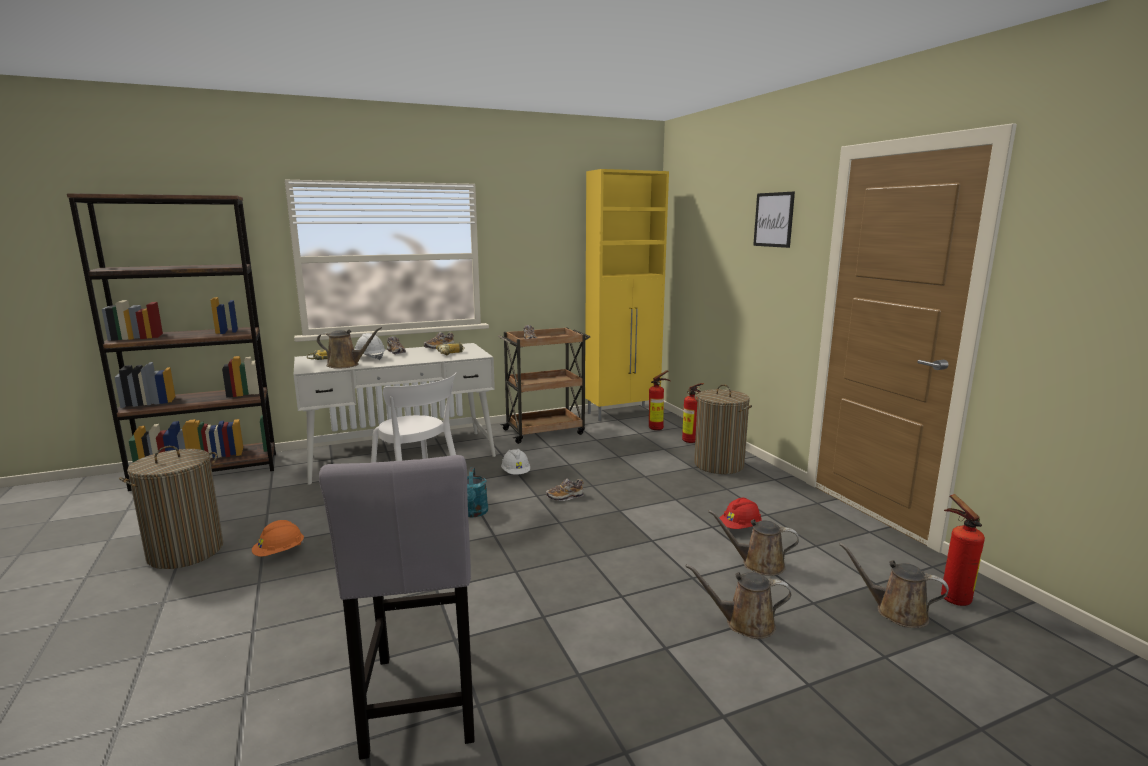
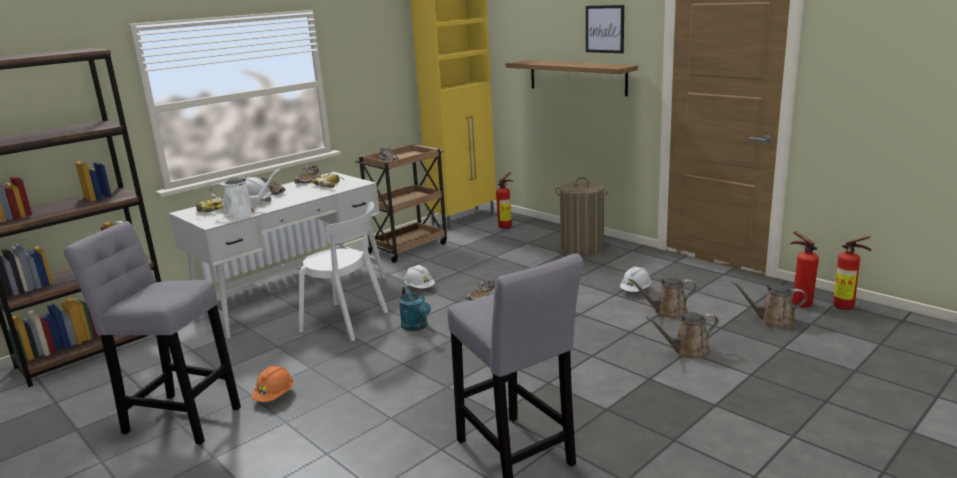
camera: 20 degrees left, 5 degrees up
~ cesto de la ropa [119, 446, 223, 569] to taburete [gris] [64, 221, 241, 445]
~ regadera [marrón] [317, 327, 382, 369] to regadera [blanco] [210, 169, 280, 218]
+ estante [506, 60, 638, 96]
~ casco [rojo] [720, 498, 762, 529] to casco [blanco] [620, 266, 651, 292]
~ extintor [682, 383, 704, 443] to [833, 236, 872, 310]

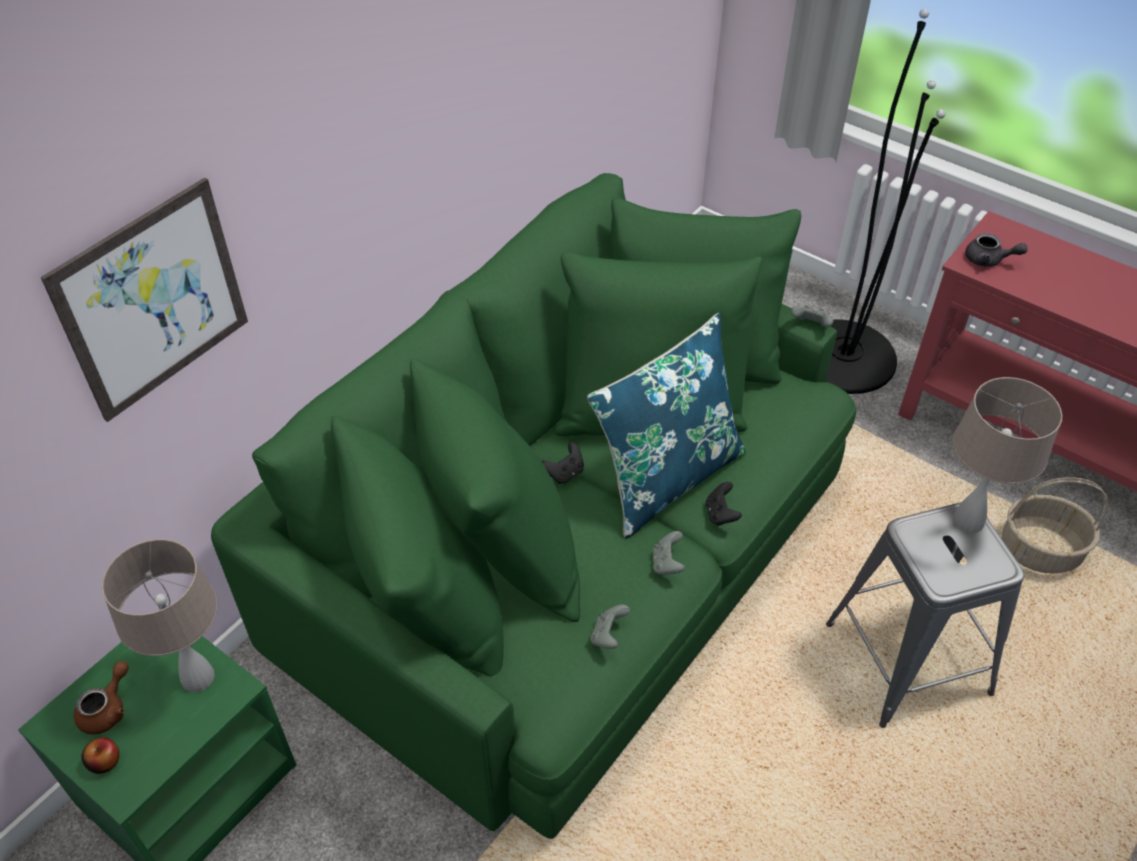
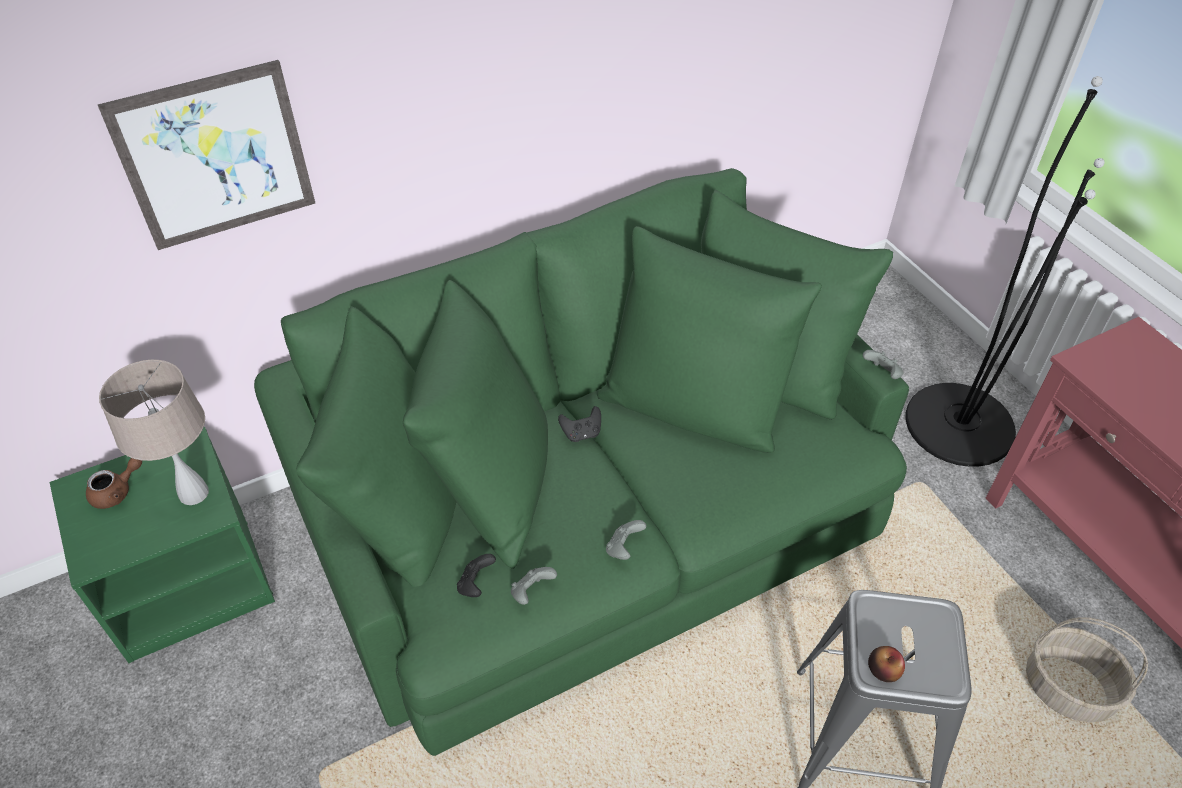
camera: 25 degrees right, 0 degrees up
~ mando de consola [negro] [705, 482, 742, 526] to [457, 554, 496, 597]
~ manzana [82, 737, 120, 774] to [868, 646, 905, 682]
- cojín [azul] [587, 313, 746, 539]
- lámpara de mesa [beis] [953, 377, 1062, 533]
- tetera [gris] [965, 233, 1028, 267]

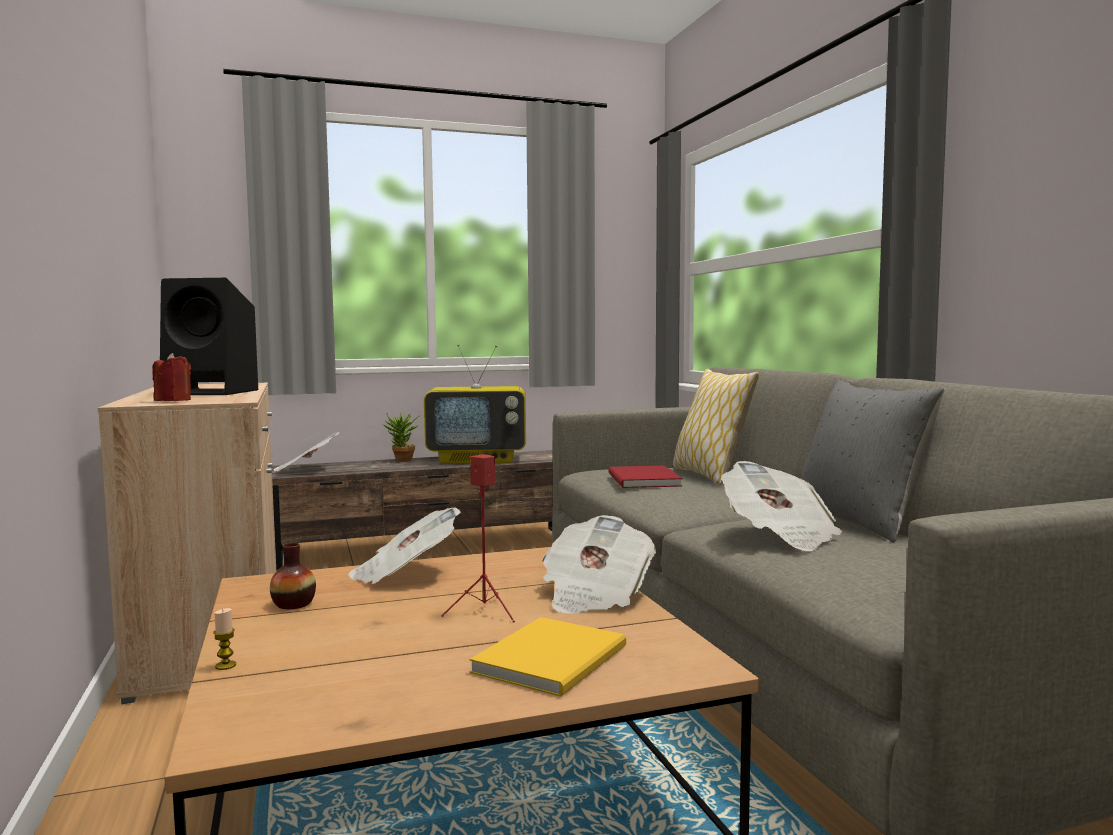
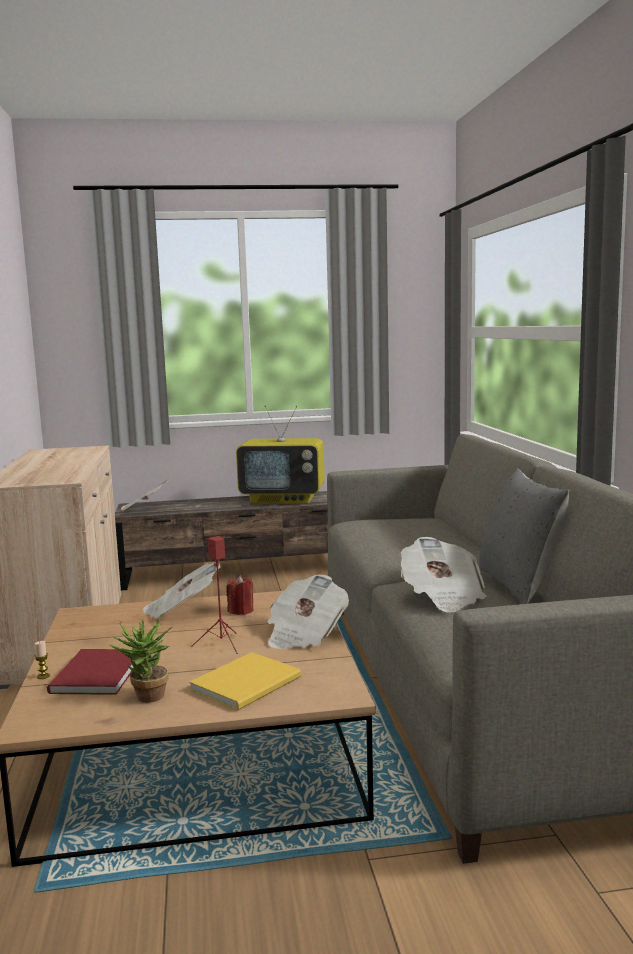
camera: 10 degrees right, 5 degrees up
~ libro [rojo] [608, 466, 682, 488] to [47, 649, 134, 695]
~ planta en maceta [383, 413, 419, 462] to [110, 616, 173, 703]
~ vela [rojo] [152, 353, 191, 401] to [227, 575, 254, 615]
- altavoz [negro] [160, 278, 258, 395]
- florero [270, 543, 316, 609]
- cojín [673, 369, 759, 485]

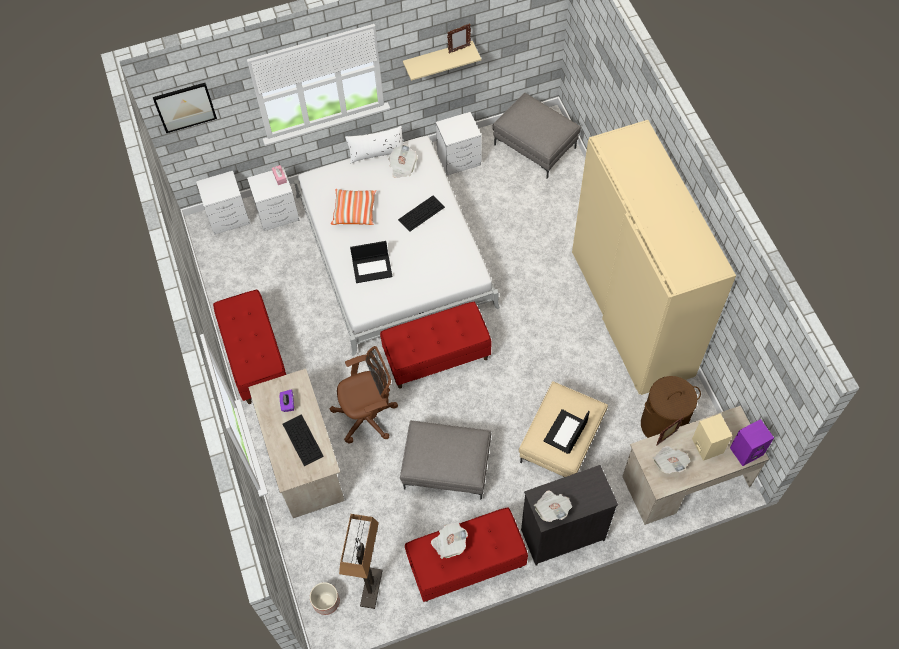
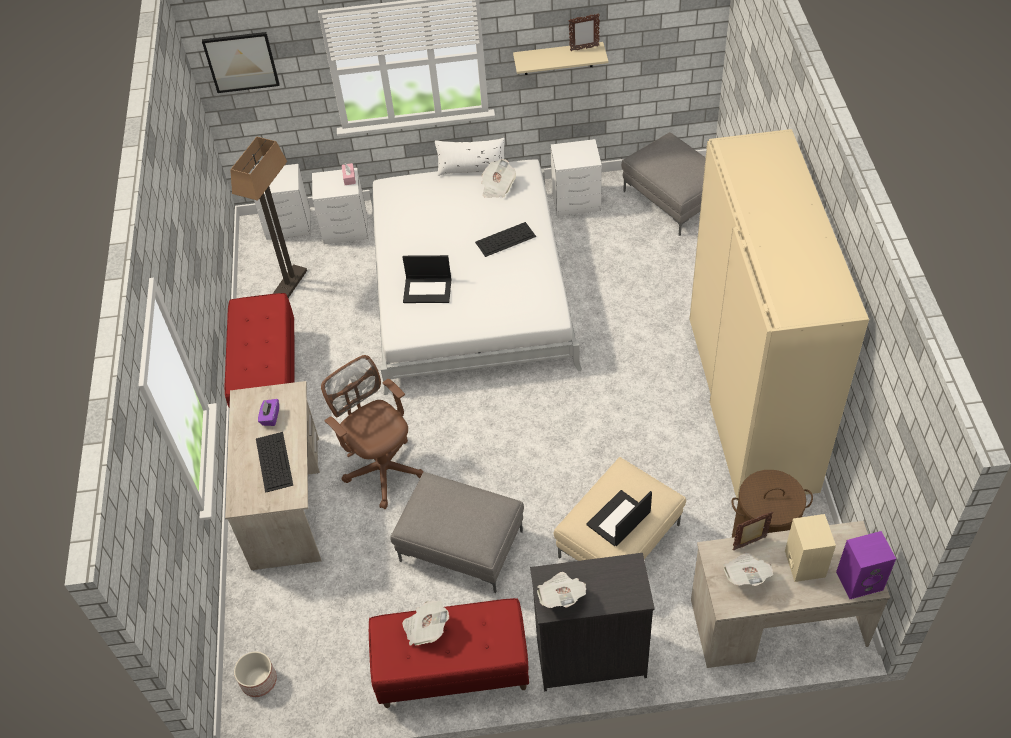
camera: 15 degrees right, 10 degrees down
~ lámpara de pie [339, 514, 382, 609] to [230, 137, 307, 298]
~ silla de oficina [marrón] [330, 346, 398, 443] = [321, 355, 424, 509] 120 degrees counterclockwise
- cojín [331, 189, 376, 225]
- banco [rojo] [380, 302, 492, 389]

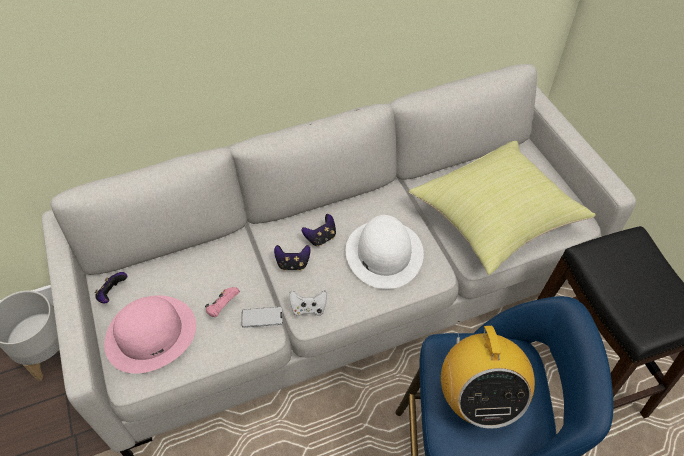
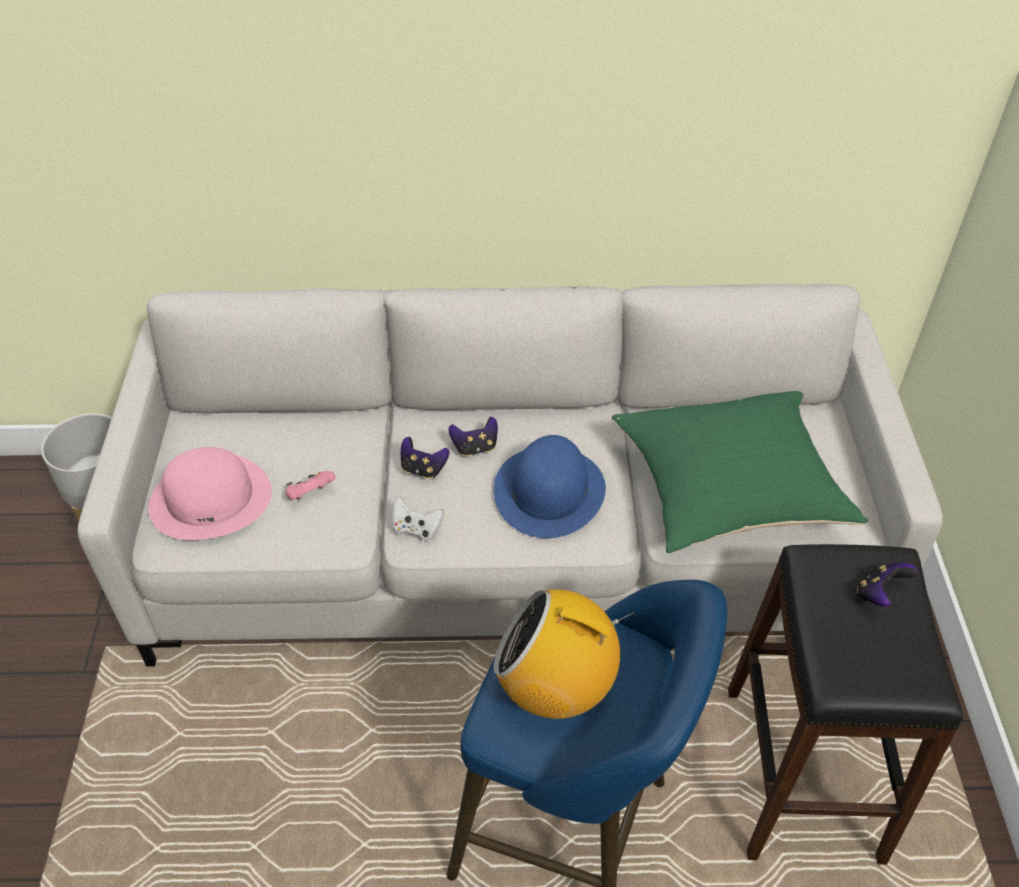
camera: 20 degrees right, 5 degrees down
~ sombrero [blanco] [346, 215, 424, 289] to sombrero [azul] [494, 435, 606, 538]
~ radio [441, 321, 535, 429] = [494, 589, 635, 719] 90 degrees clockwise
~ cojín [amarillo] [409, 141, 596, 275] to cojín [verde] [612, 391, 868, 554]
~ mando de consola [95, 272, 127, 304] to [857, 563, 918, 607]
- móvil [242, 307, 283, 328]

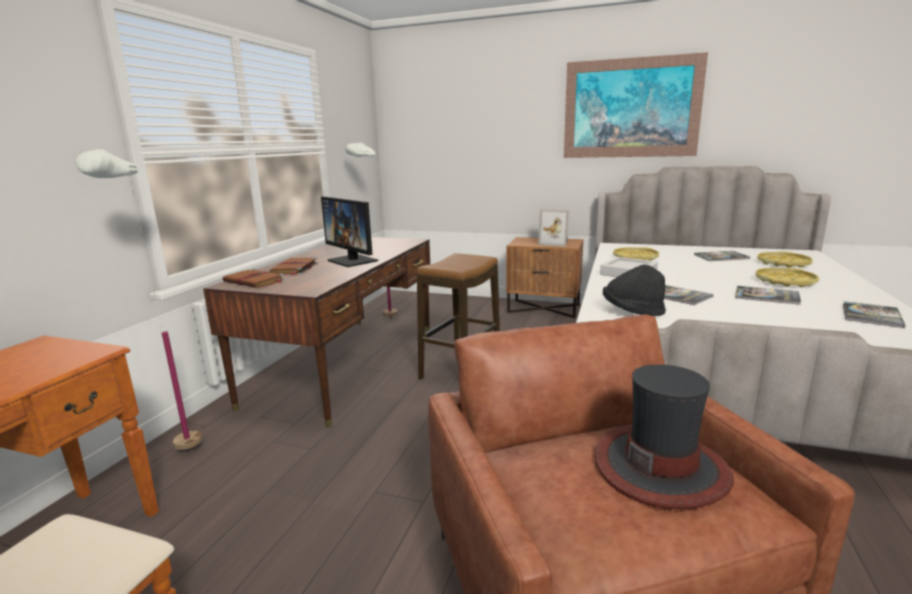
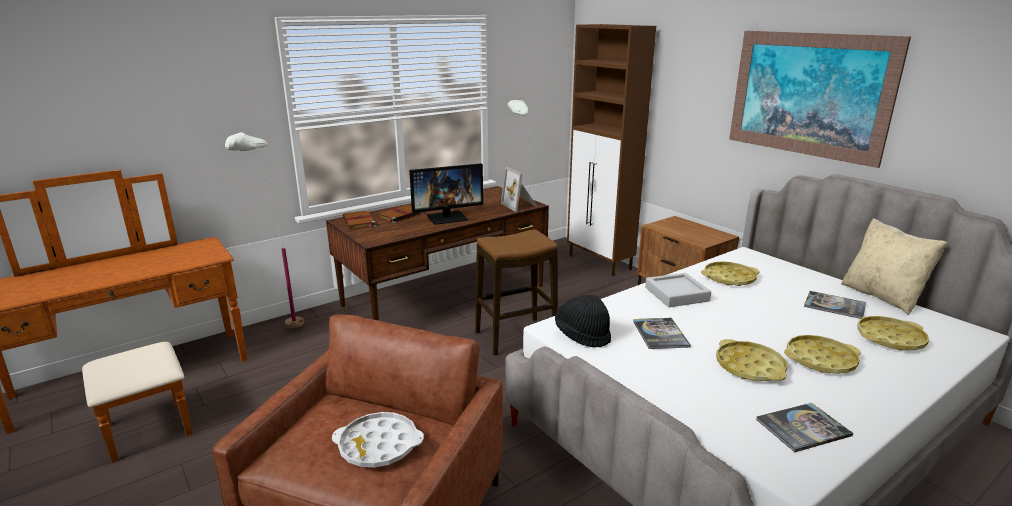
camera: 35 degrees right, 5 degrees up
~ sombrero [594, 364, 734, 509] to bandeja [blanco] [332, 412, 424, 468]
~ monitor [321, 196, 378, 267] = [409, 163, 483, 225] 105 degrees counterclockwise
~ portarretratos [538, 209, 569, 247] to [501, 167, 538, 212]
+ armario [marrón] [567, 24, 656, 276]
~ libro [735, 286, 801, 305] to bandeja [amarillo] [716, 339, 788, 381]
+ cojín [beis] [841, 218, 947, 315]

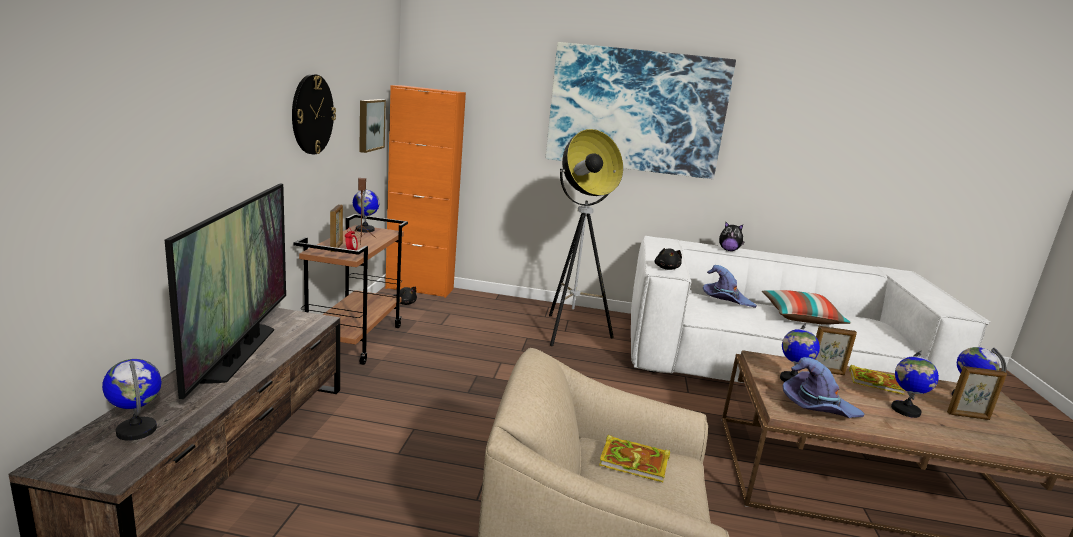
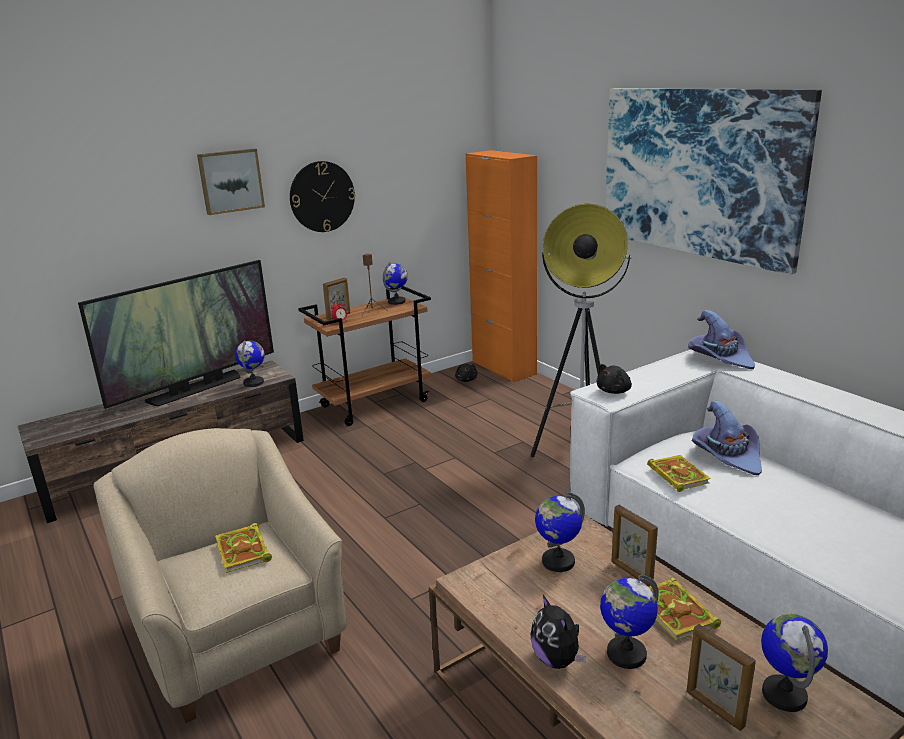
camera: 50 degrees right, 5 degrees up
~ cuadro [359, 99, 386, 153] to [197, 149, 265, 215]
~ globo terráqueo [102, 359, 162, 441] to [235, 340, 265, 387]
~ peluche [719, 222, 745, 251] to [531, 595, 586, 669]
+ libro [647, 455, 711, 492]
~ sombrero [morado] [782, 357, 864, 418] to [688, 310, 755, 369]
- cojín [762, 290, 851, 325]

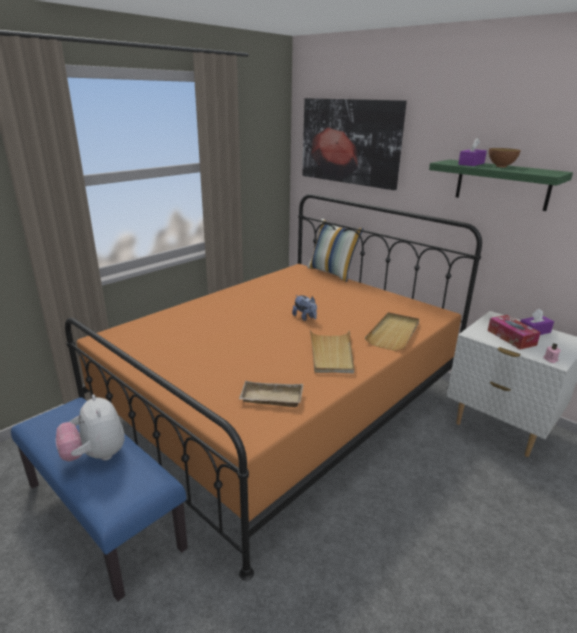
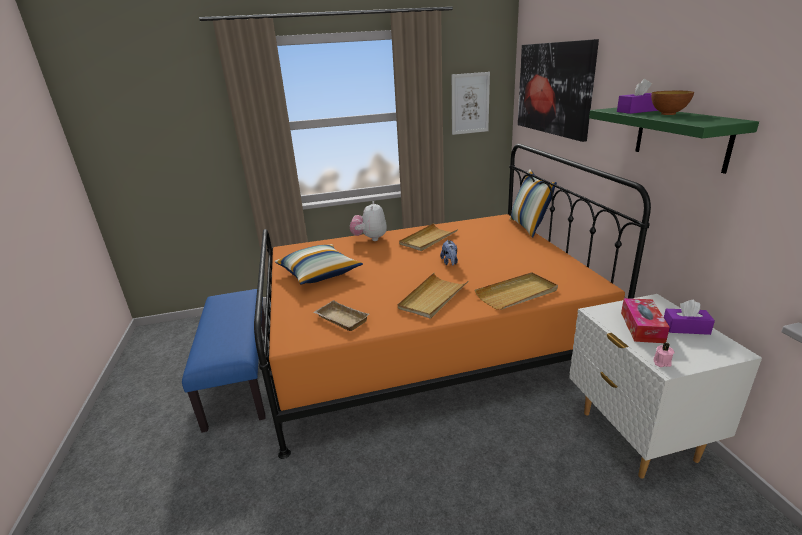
camera: 35 degrees right, 0 degrees up
+ cojín [275, 244, 363, 285]
~ peluche [56, 394, 125, 461] to [350, 201, 387, 241]
+ bandeja [beis] [399, 223, 458, 251]
+ cuadro [452, 72, 490, 135]

